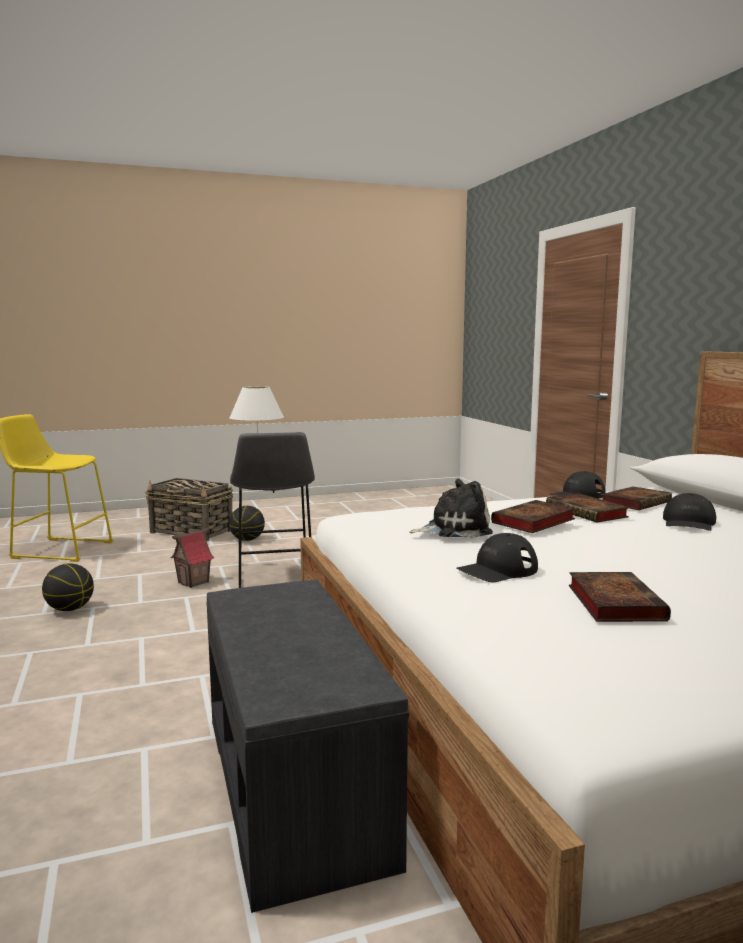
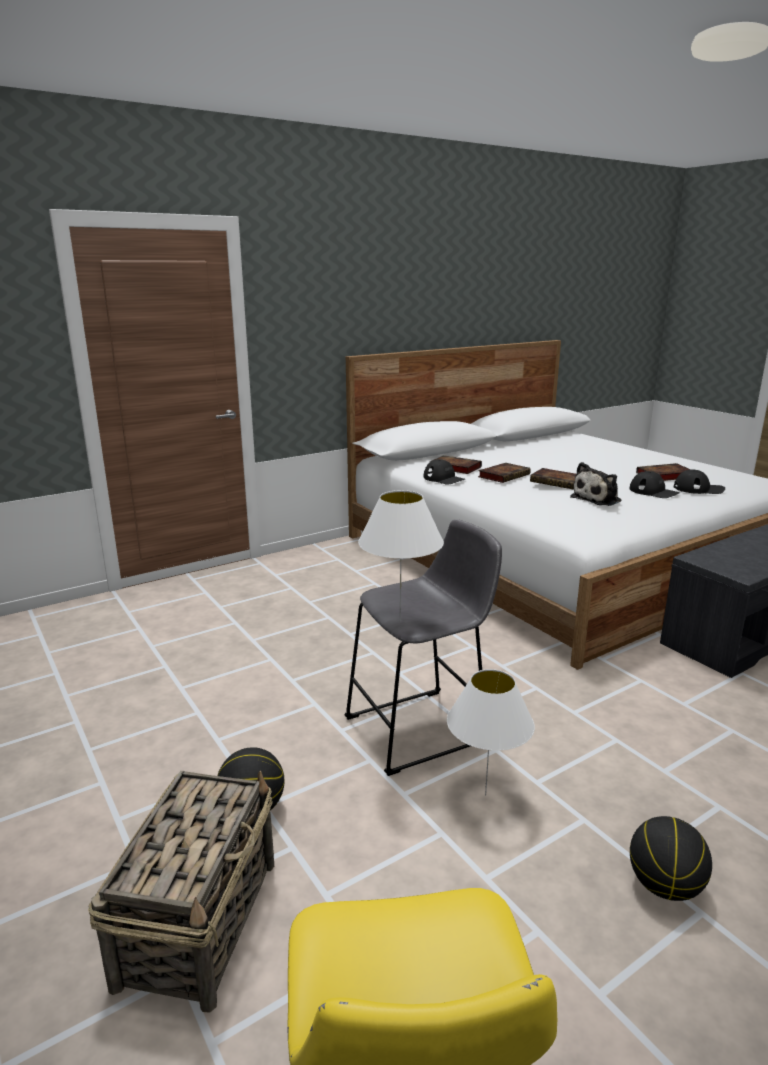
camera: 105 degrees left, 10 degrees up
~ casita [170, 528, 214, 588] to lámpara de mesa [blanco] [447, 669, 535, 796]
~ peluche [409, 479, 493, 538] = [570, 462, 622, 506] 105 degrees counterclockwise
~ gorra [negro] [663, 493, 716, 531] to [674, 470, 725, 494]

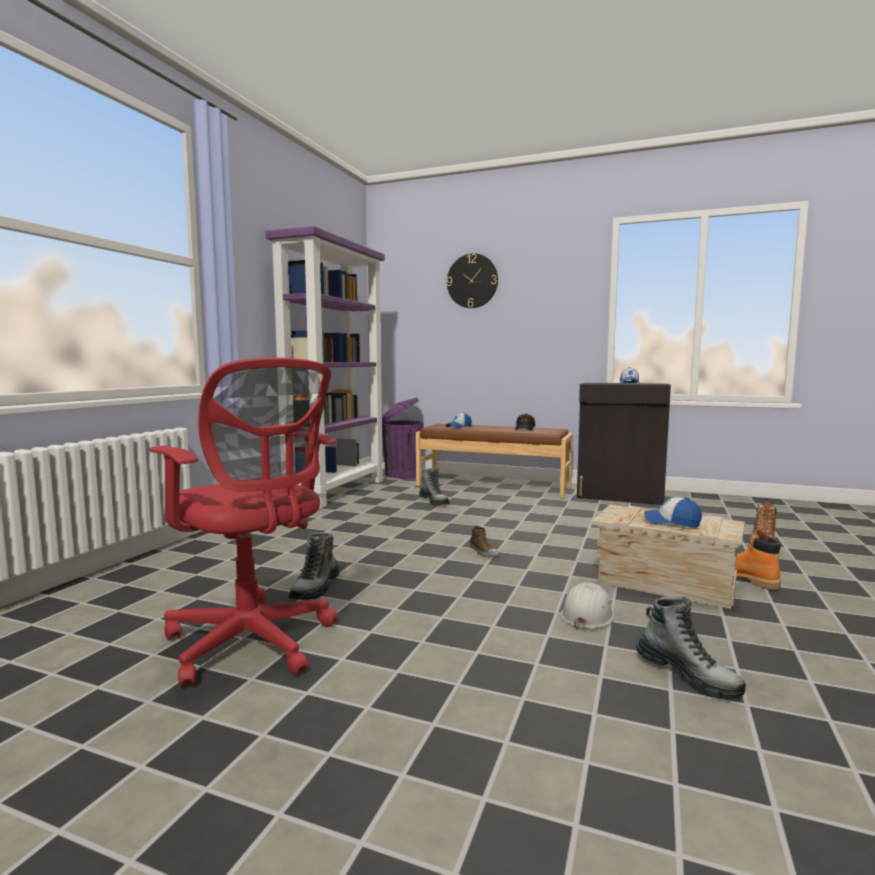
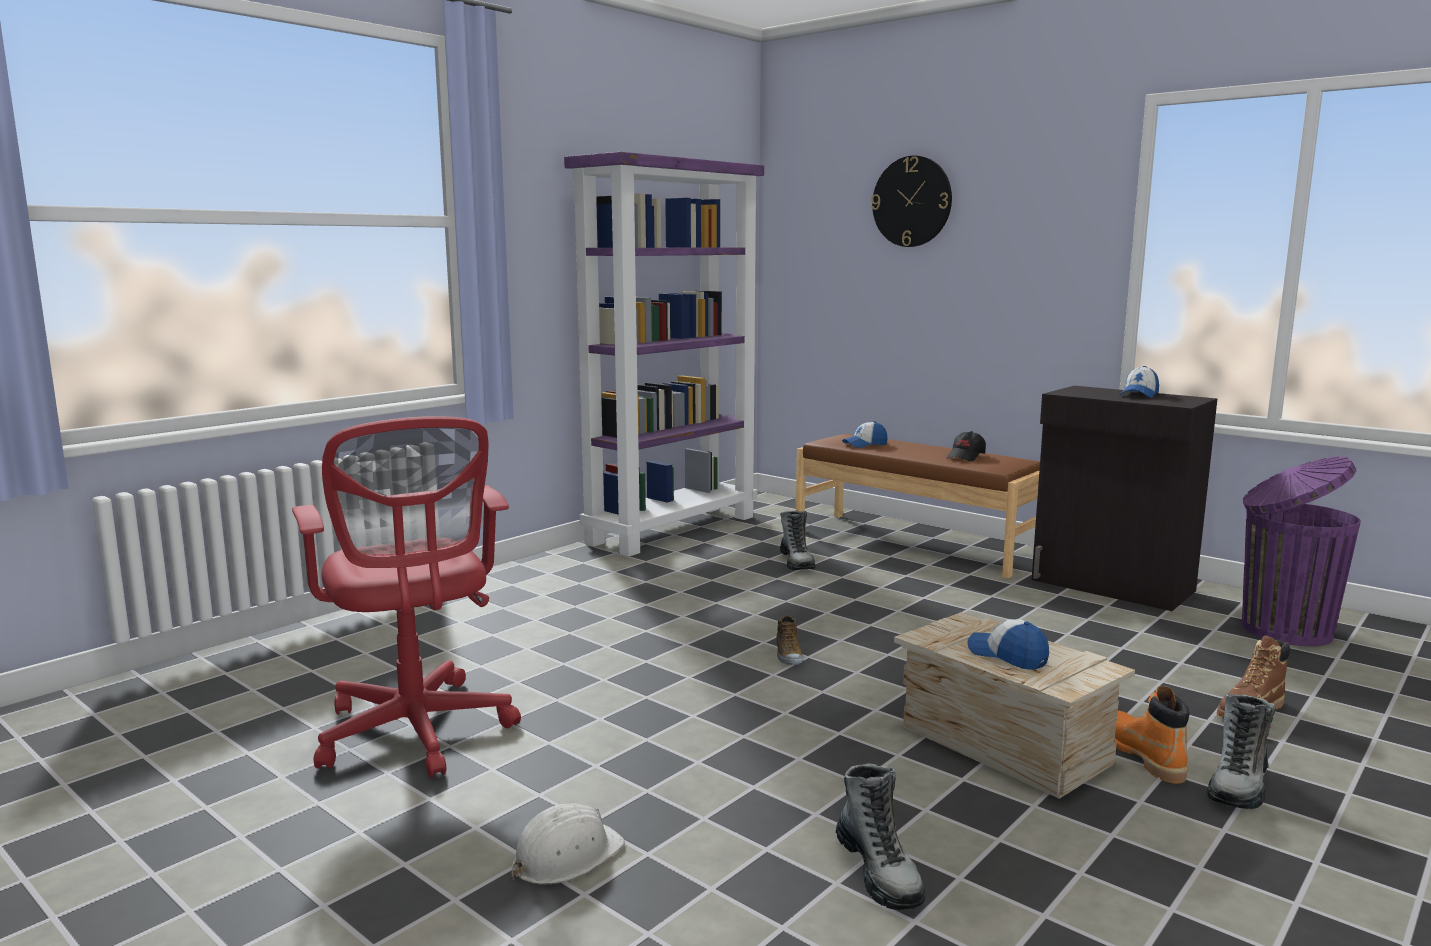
camera: 20 degrees right, 5 degrees up
~ casco [blanco] [561, 582, 614, 630] to [512, 803, 625, 884]
~ bota [289, 532, 340, 600] to [1207, 694, 1276, 809]
~ papelera [morado] [382, 397, 424, 478] to [1242, 456, 1361, 646]

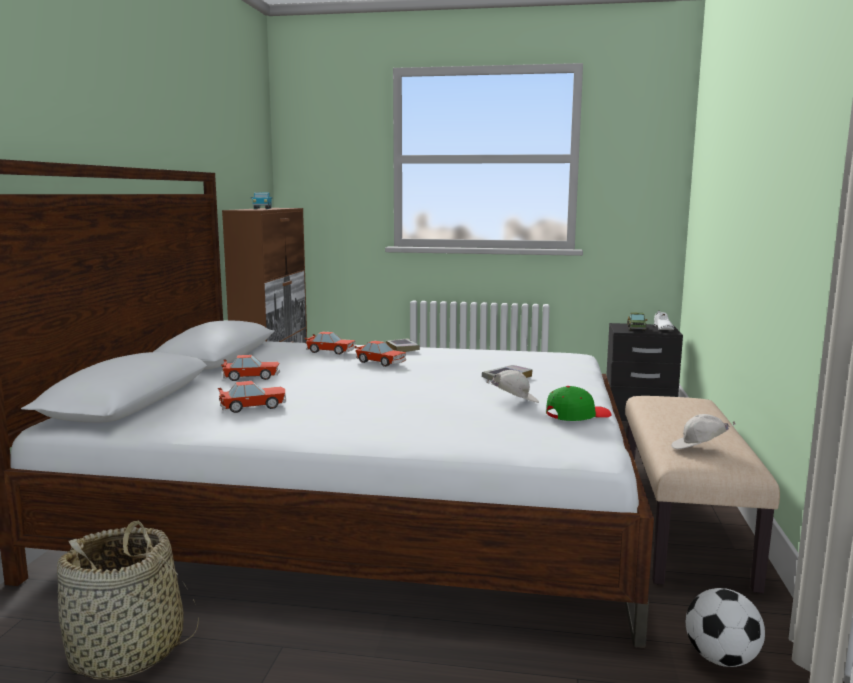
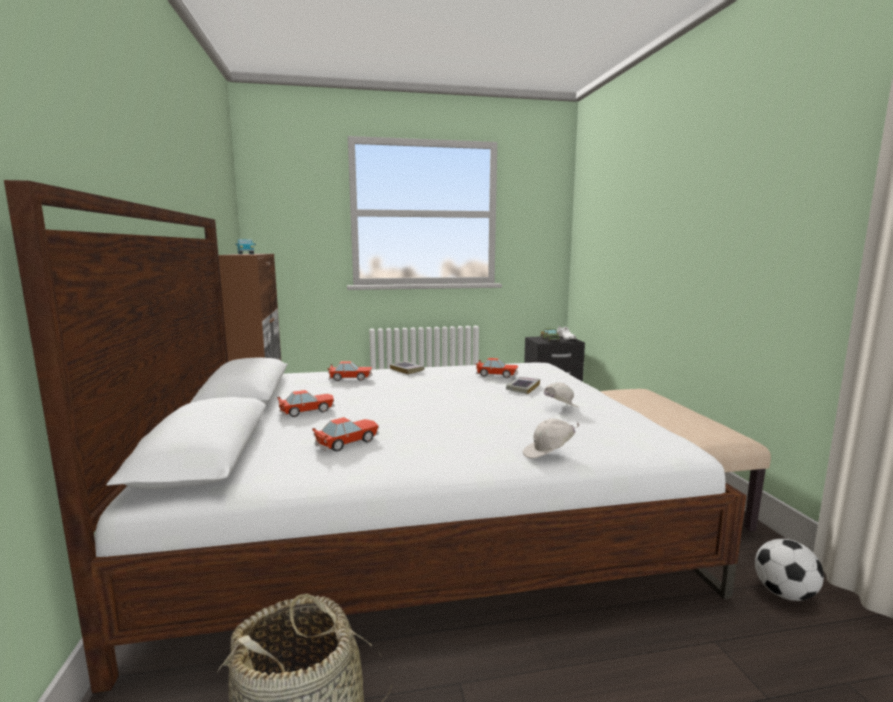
camera: 20 degrees left, 0 degrees up
~ coche de juguete [355, 341, 406, 367] to [475, 358, 518, 378]
~ gorra [blanco] [671, 414, 736, 449] to [523, 419, 579, 459]
- gorra [verde] [546, 386, 611, 421]

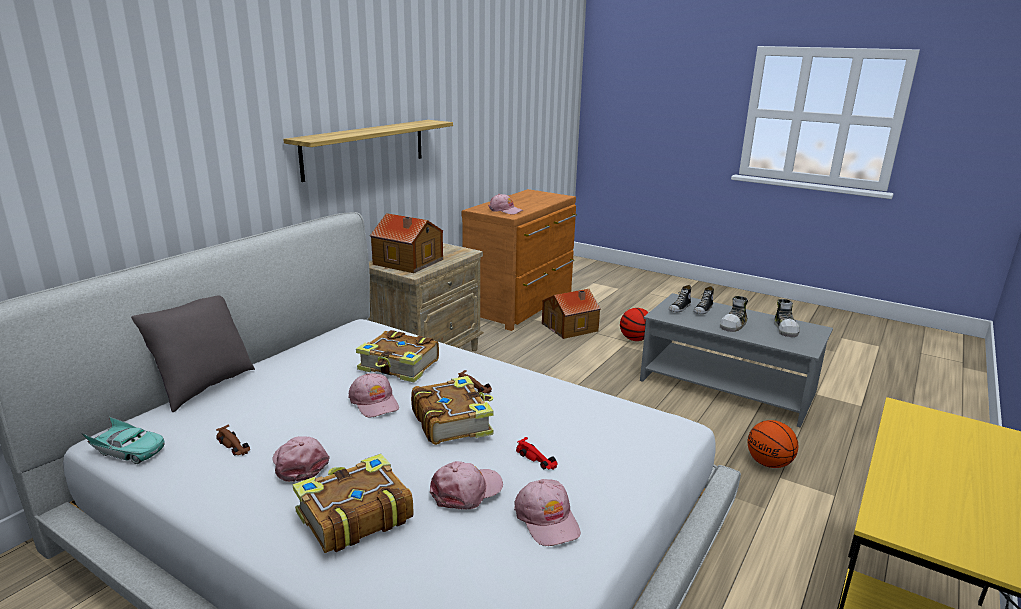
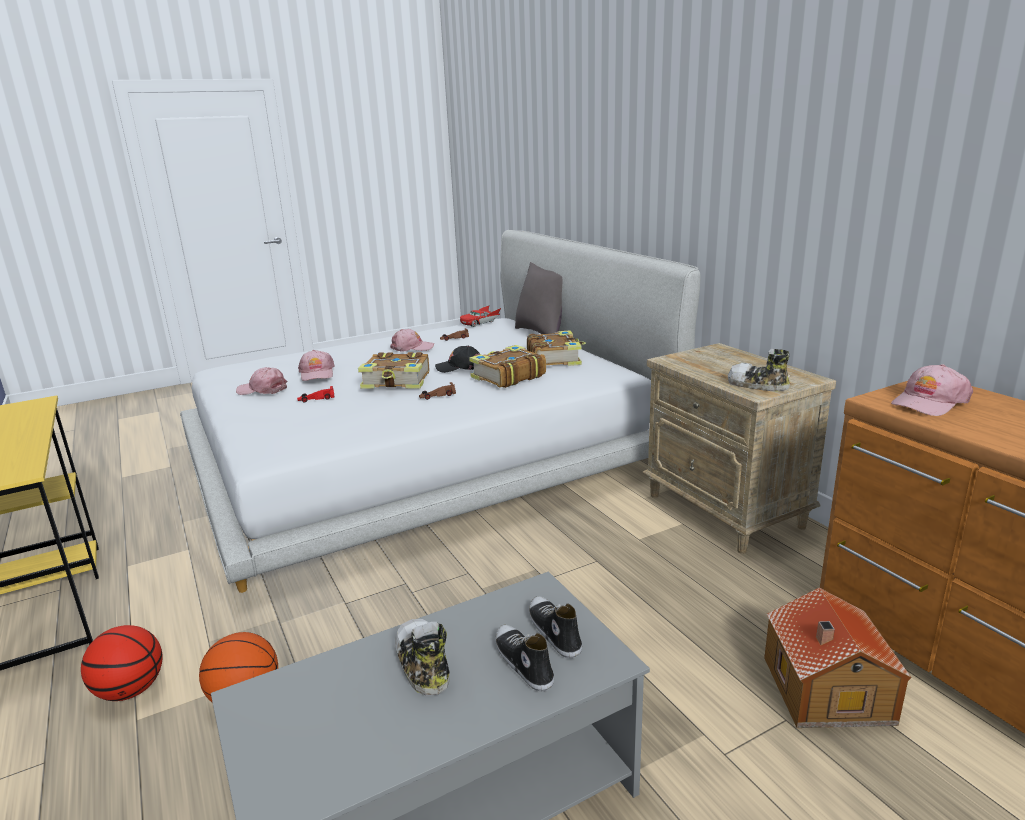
camera: 120 degrees right, 0 degrees up
~ balón de baloncesto [620, 308, 649, 341] to [81, 625, 163, 701]
~ gorra [rosa] [348, 373, 399, 418] to gorra [negro] [435, 345, 480, 373]
~ coche de juguete [turquesa] [81, 417, 165, 464] to coche de juguete [rojo] [460, 305, 501, 327]
~ libro [293, 454, 413, 553] to [527, 330, 586, 366]
~ zapato [774, 299, 800, 337] to [728, 349, 790, 392]
- estante [283, 120, 453, 182]
- casita [370, 213, 443, 273]

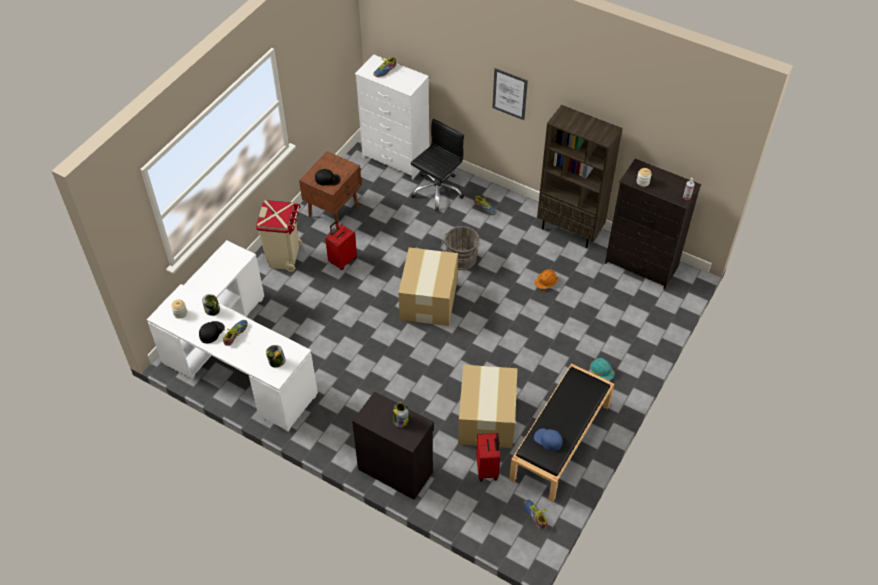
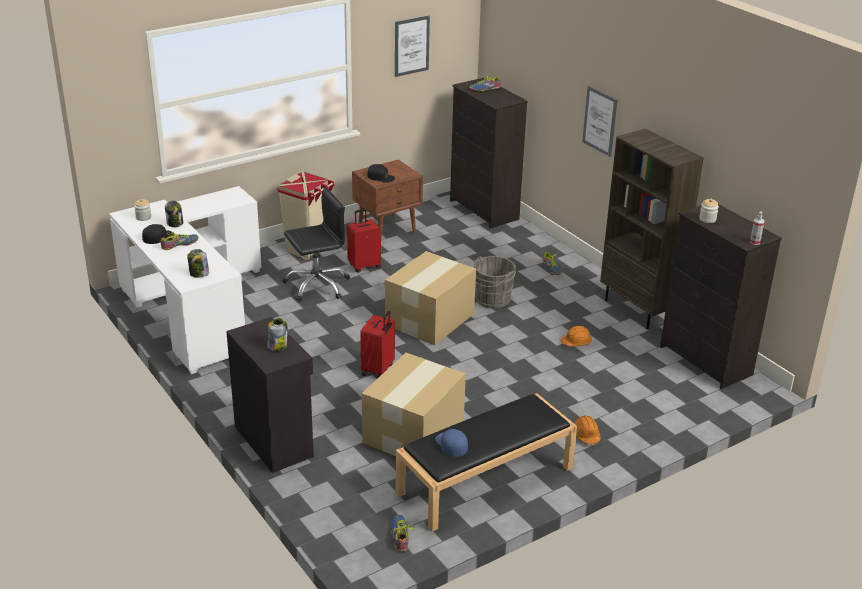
camera: 25 degrees right, 20 degrees down
~ silla de oficina [negro] [411, 119, 464, 211] to [283, 187, 350, 301]
~ maleta [rojo] [476, 433, 500, 482] to [360, 311, 395, 379]
+ cuadro [395, 16, 430, 77]
~ cómoda [blanco] [355, 55, 429, 179] to cómoda [negro] [450, 78, 528, 228]
~ casco [turquesa] [590, 358, 615, 380] to casco [naranja] [574, 416, 601, 444]

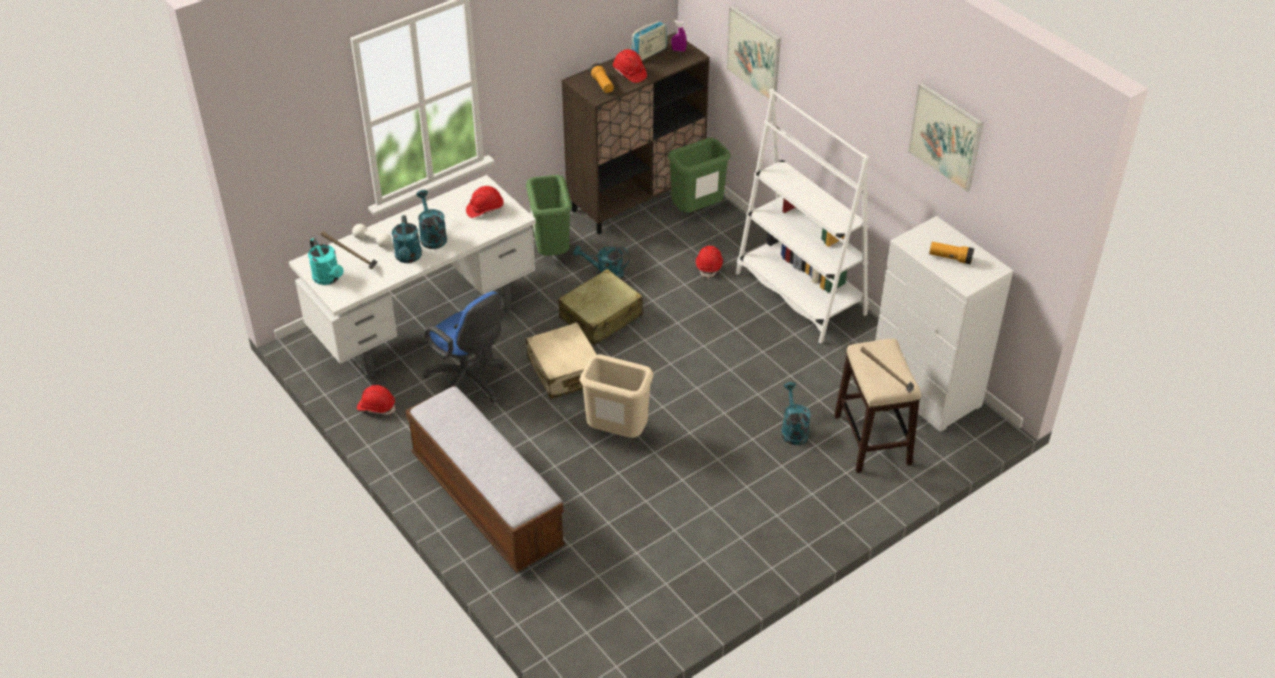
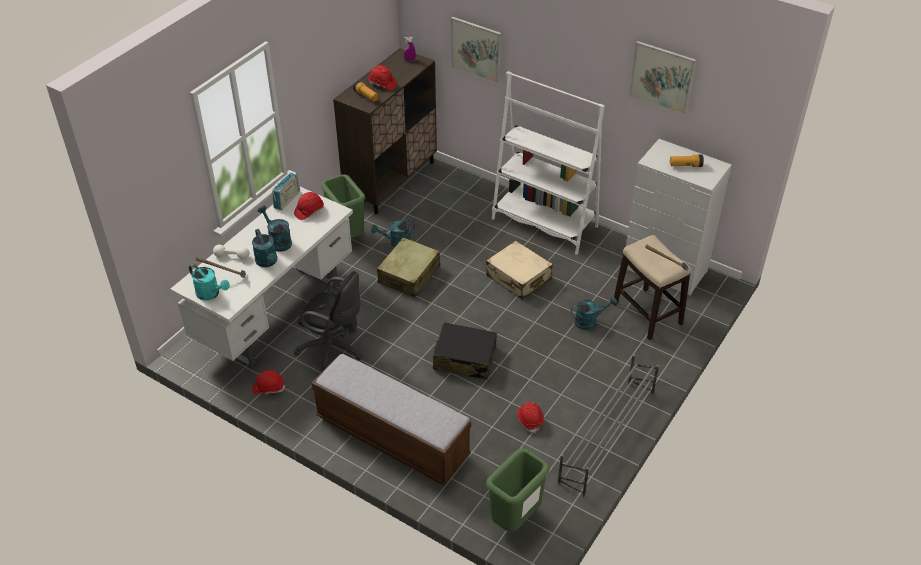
camera: 20 degrees left, 0 degrees up
~ radio [631, 21, 667, 61] to [272, 173, 300, 210]
~ silla de oficina [azul] [422, 291, 507, 403] to silla de oficina [negro] [294, 271, 363, 373]
~ papelera [beis] [579, 354, 653, 438] to maleta [negro] [433, 322, 497, 380]
~ maleta [beis] [526, 322, 597, 399] to [486, 241, 553, 300]
~ papelera [verde] [668, 138, 731, 213] to [486, 448, 550, 532]
~ casco [rojo] [696, 246, 723, 278] to [517, 402, 544, 433]
+ zapatero [gris] [557, 354, 659, 498]
~ regadera [turquesa] [781, 382, 811, 445] = [571, 296, 617, 330] 105 degrees clockwise

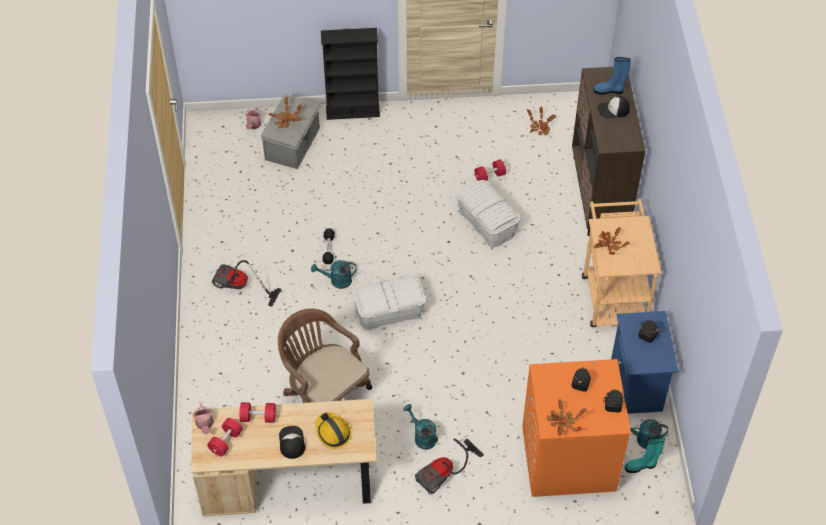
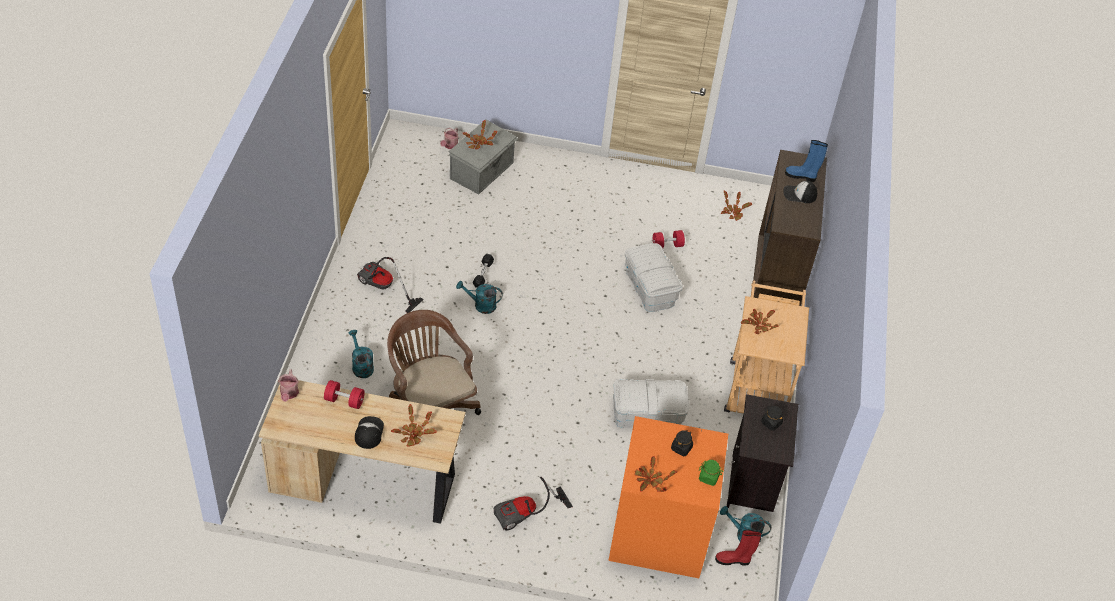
camera: 10 degrees right, 5 degrees down
~ regadera [turquesa] [403, 404, 438, 450] to [348, 330, 374, 378]
~ casco [315, 412, 352, 449] to planta en maceta [391, 404, 437, 447]
~ caja de almacenaje [blanco] [352, 274, 426, 330] to [613, 379, 690, 428]
~ tarro [negro] [603, 390, 626, 413] to tarro [verde] [699, 460, 723, 486]
~ bota [turquesa] [625, 438, 665, 473] to bota [rojo] [715, 530, 762, 566]
~ mesita de noche [azul] [611, 311, 679, 414] to mesita de noche [negro] [727, 394, 798, 512]
- mancuerna [rojo] [207, 418, 243, 456]
- estantería [negro] [321, 28, 380, 120]

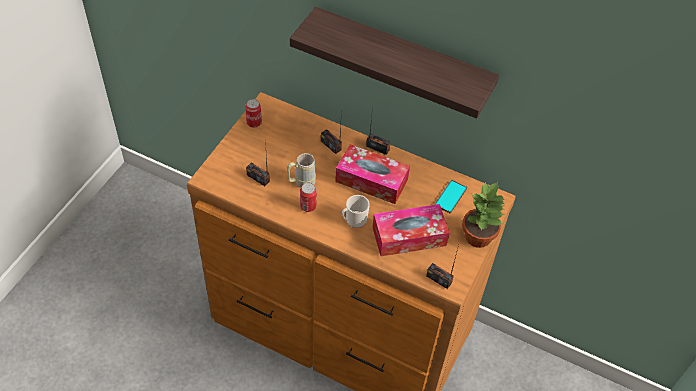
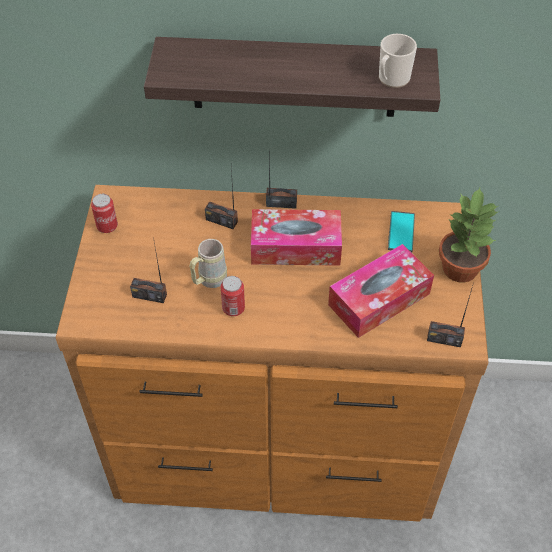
camera: 20 degrees left, 0 degrees up
~ taza grande [342, 195, 370, 228] to [379, 34, 417, 88]

